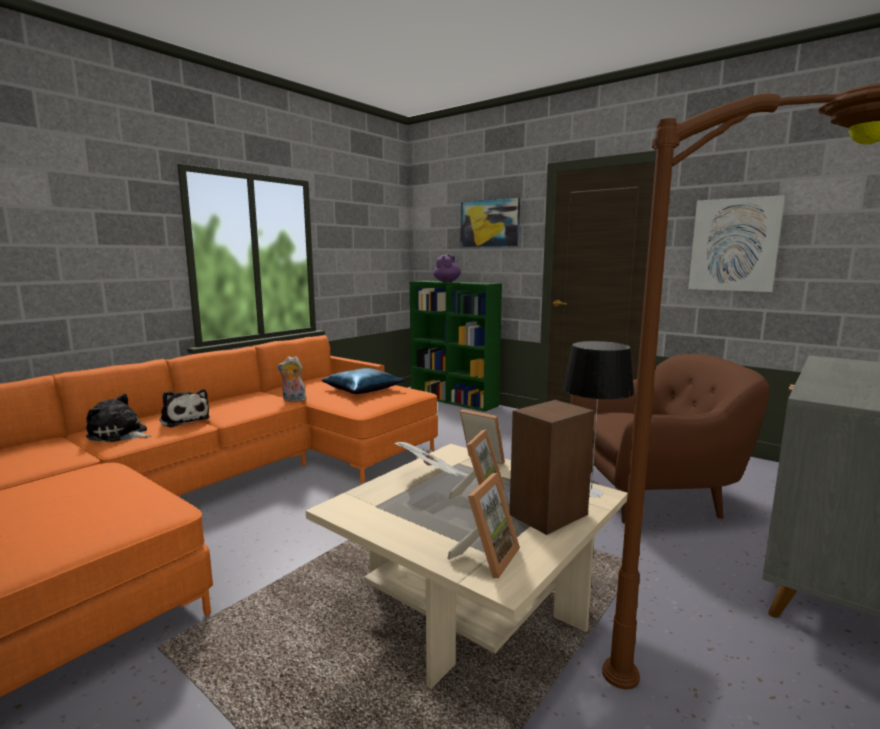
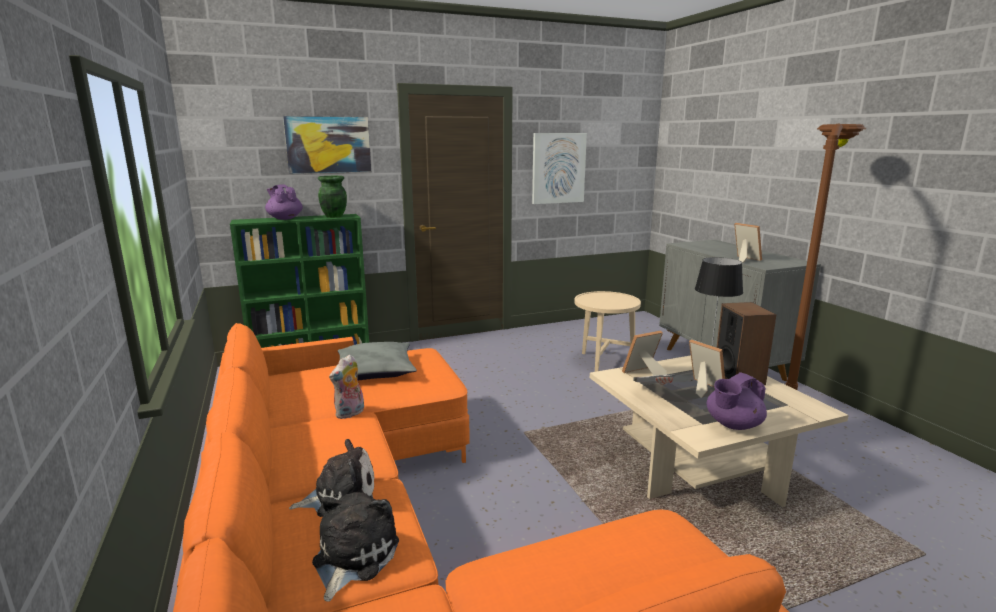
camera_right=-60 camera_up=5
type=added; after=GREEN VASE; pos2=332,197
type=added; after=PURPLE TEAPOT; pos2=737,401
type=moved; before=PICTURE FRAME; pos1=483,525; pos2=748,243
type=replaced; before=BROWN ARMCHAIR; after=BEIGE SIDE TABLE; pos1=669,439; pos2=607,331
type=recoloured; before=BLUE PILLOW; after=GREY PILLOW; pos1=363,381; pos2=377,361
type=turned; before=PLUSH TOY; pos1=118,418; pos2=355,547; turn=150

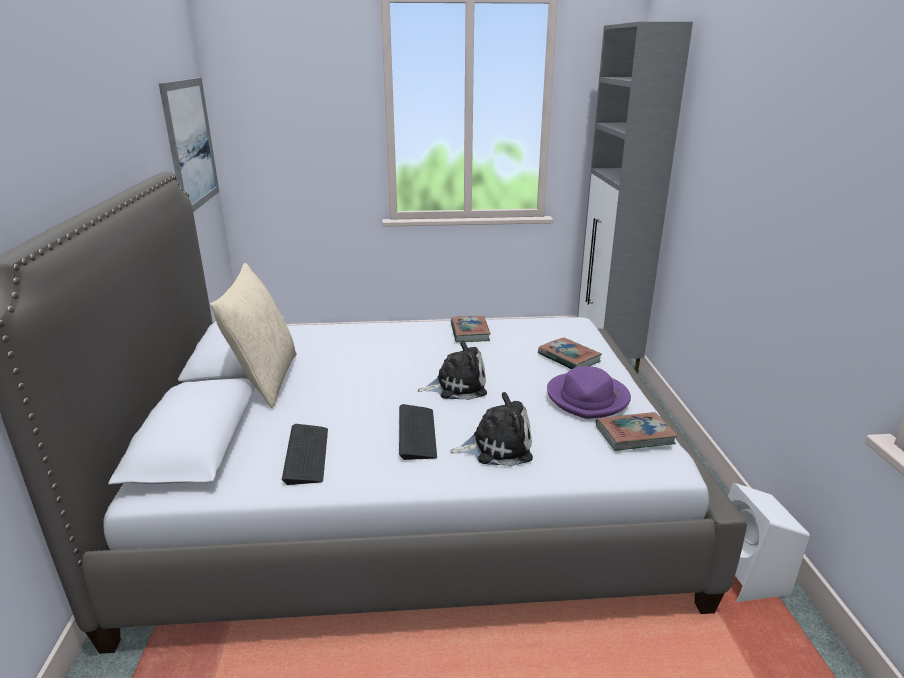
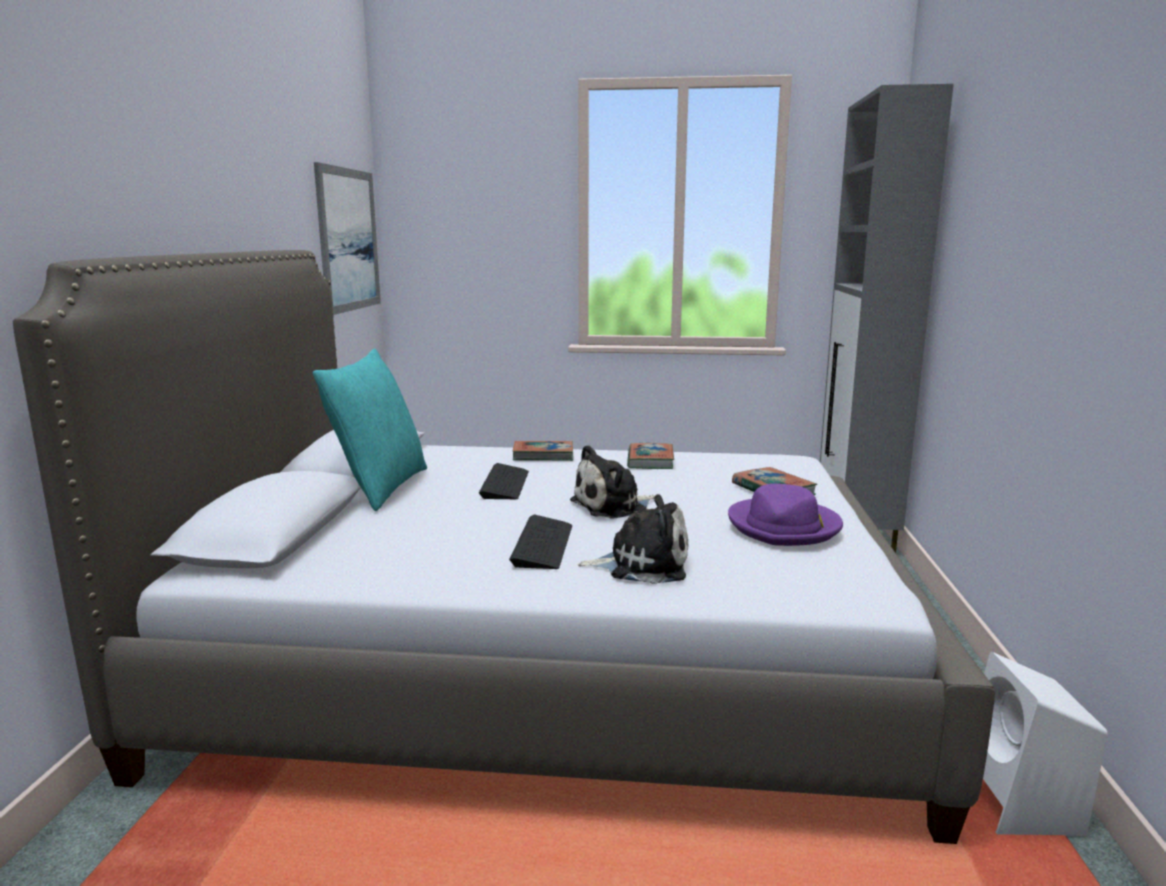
camera_right=10 camera_up=-10
type=moved; before=KEYBOARD; pos1=305,454; pos2=504,481
type=moved; before=BOOK; pos1=637,431; pos2=542,451
type=recoloured; before=BEIGE PILLOW; after=TURQUOISE PILLOW; pos1=253,335; pos2=370,430
type=turned; before=PLUSH TOY; pos1=452,370; pos2=612,481; turn=150

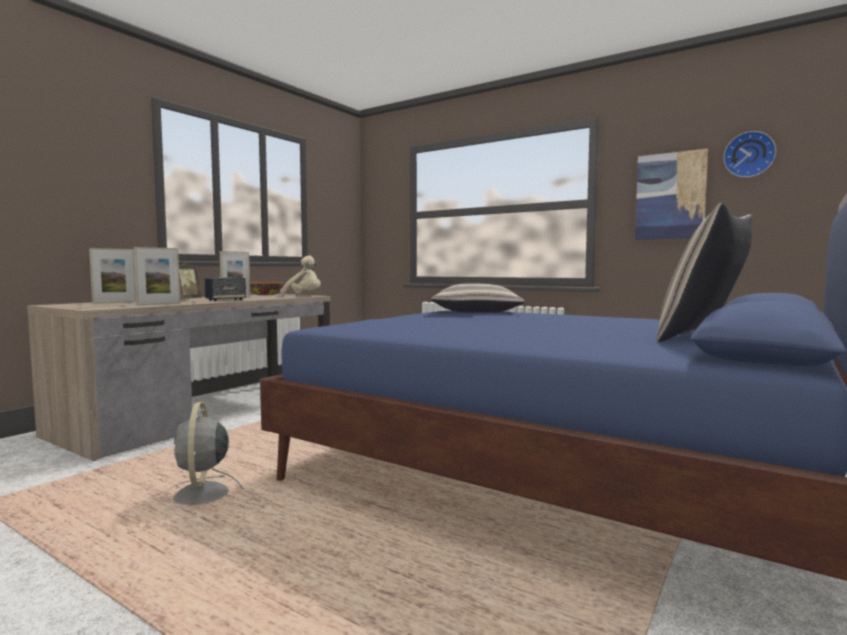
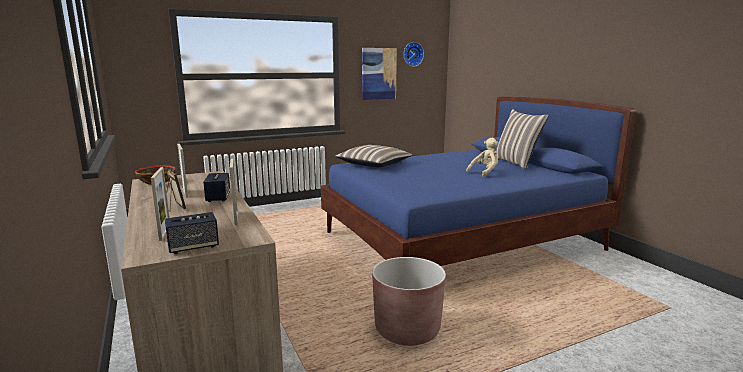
camera_right=-60 camera_up=10
type=added; after=SPEAKER; pos2=192,233
type=moved; before=BEIGE PLUSH TOY; pos1=300,276; pos2=482,157
type=replaced; before=GREY FAN; after=BROWN PLANTER; pos1=206,453; pos2=409,301

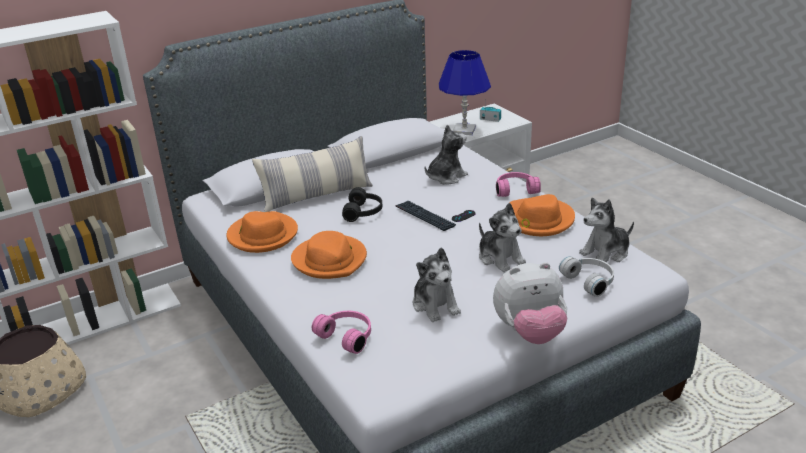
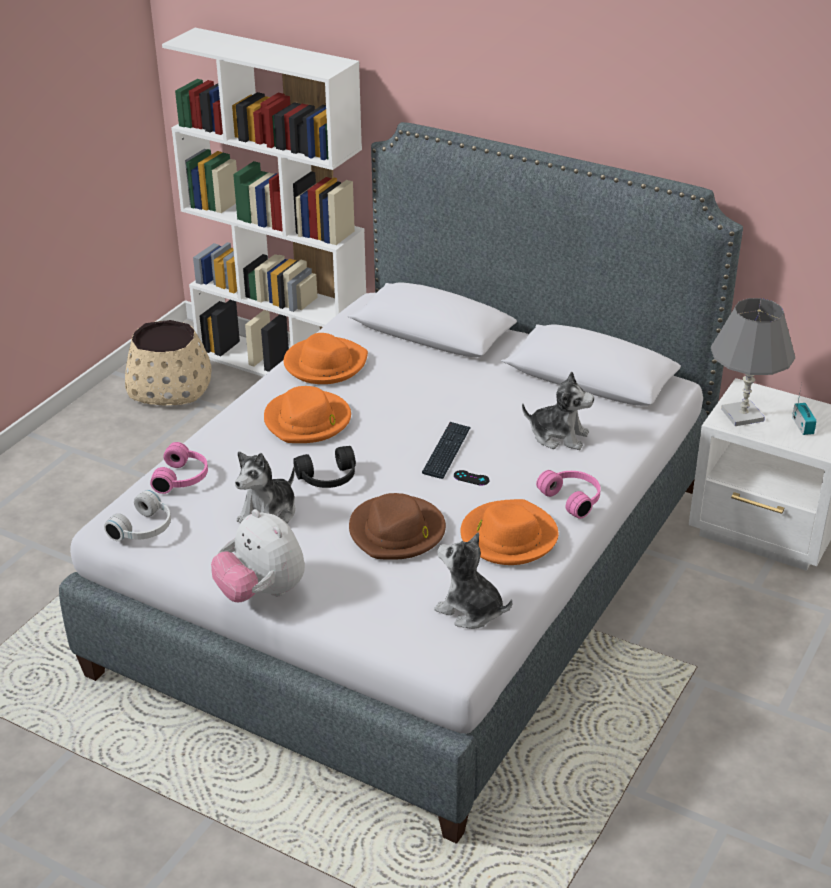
camera_right=60 camera_up=5
type=removed; before=PILLOW; pos1=312,174
type=moved; before=BLACK HEADPHONES; pos1=362,204; pos2=324,467
type=moved; before=WHITE HEADPHONES; pos1=586,276; pos2=137,515
type=replaced; before=PLUSH TOY; after=BROWN HAT; pos1=502,237; pos2=397,526
type=recoloured; before=BLUE TABLE LAMP; after=GREY TABLE LAMP; pos1=465,92; pos2=753,362

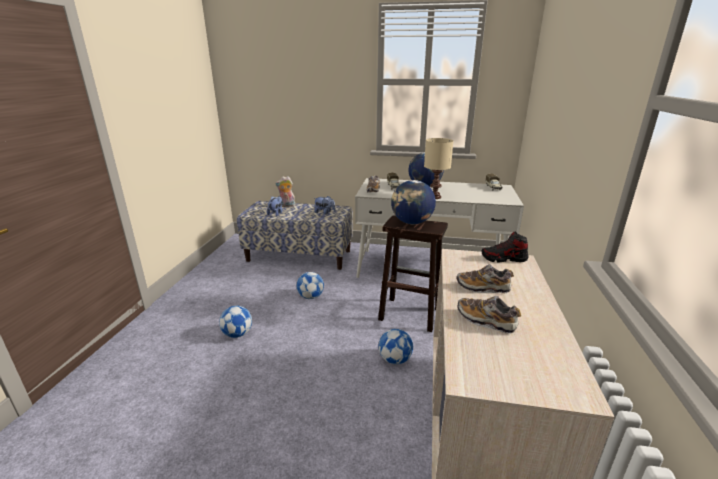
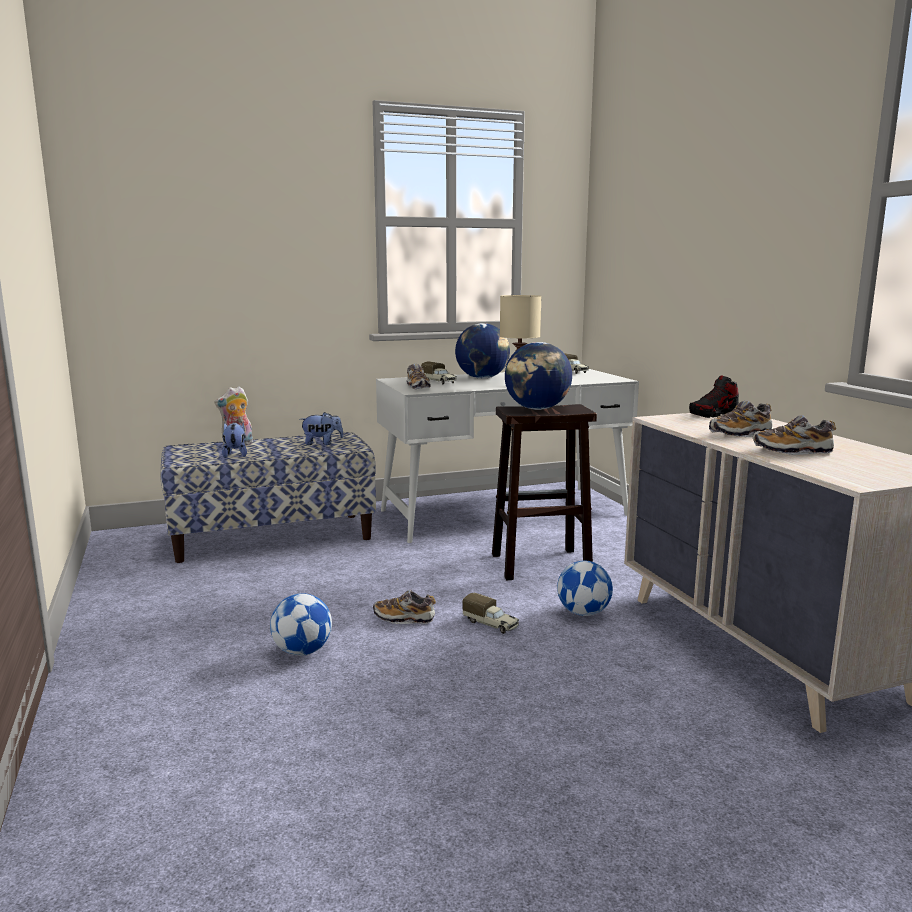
camera_right=-30 camera_up=-10
type=removed; before=FOOTBALL; pos1=310,285
type=added; after=SHOE; pos2=404,607
type=added; after=TOY TRUCK; pos2=491,613

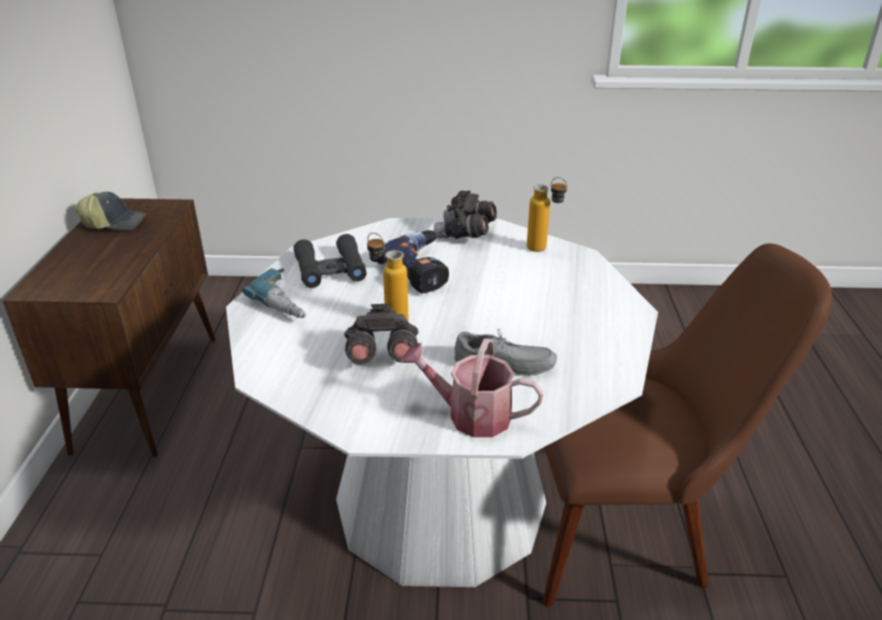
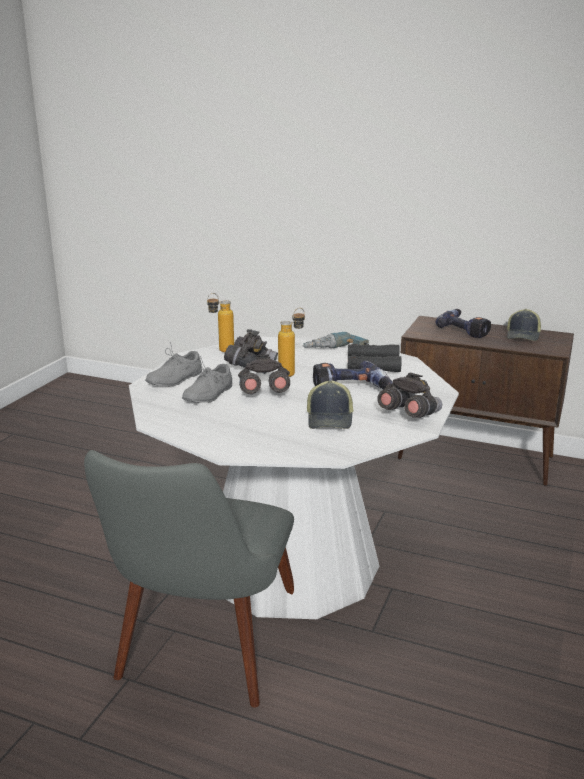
camera_right=110 camera_up=-10
type=added; after=GREY BINOCULARS; pos2=264,374
type=added; after=CAP; pos2=330,404
type=added; after=POWER DRILL; pos2=463,323
type=moved; before=BOTTLE; pos1=547,214; pos2=220,322
type=replaced; before=WATERING CAN; after=GREY SHOE; pos1=472,387; pos2=173,364
type=recoloured; before=BROWN CHAIR; after=GREY CHAIR; pos1=687,425; pos2=189,578

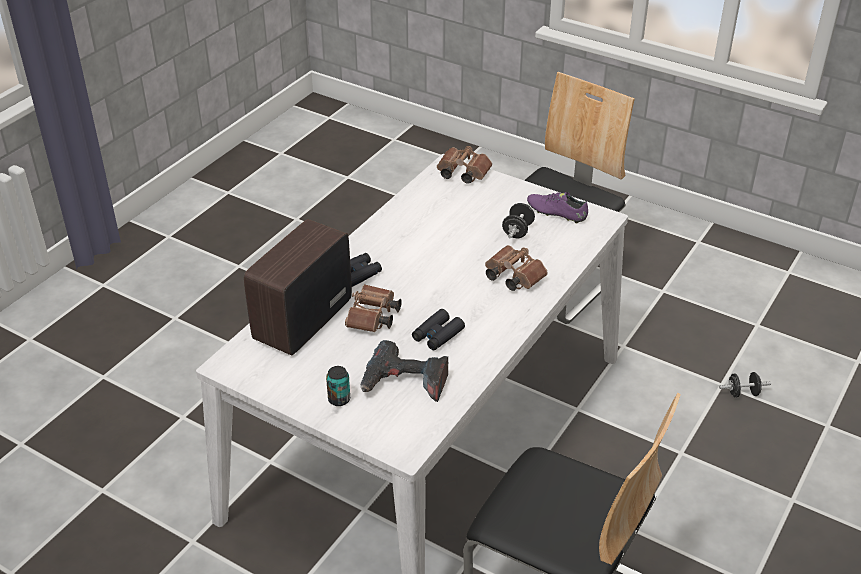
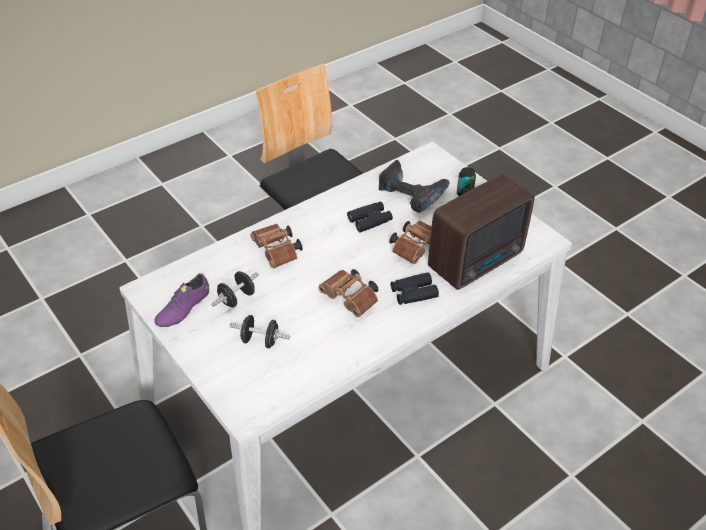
camera_right=-160 camera_up=5
type=moved; before=BROWN BINOCULARS; pos1=464,165; pos2=348,293
type=moved; before=BLACK DUMBBELL; pos1=745,385; pos2=259,331
type=turned; before=PURPLE SHOE; pos1=557,207; pos2=181,300; turn=75

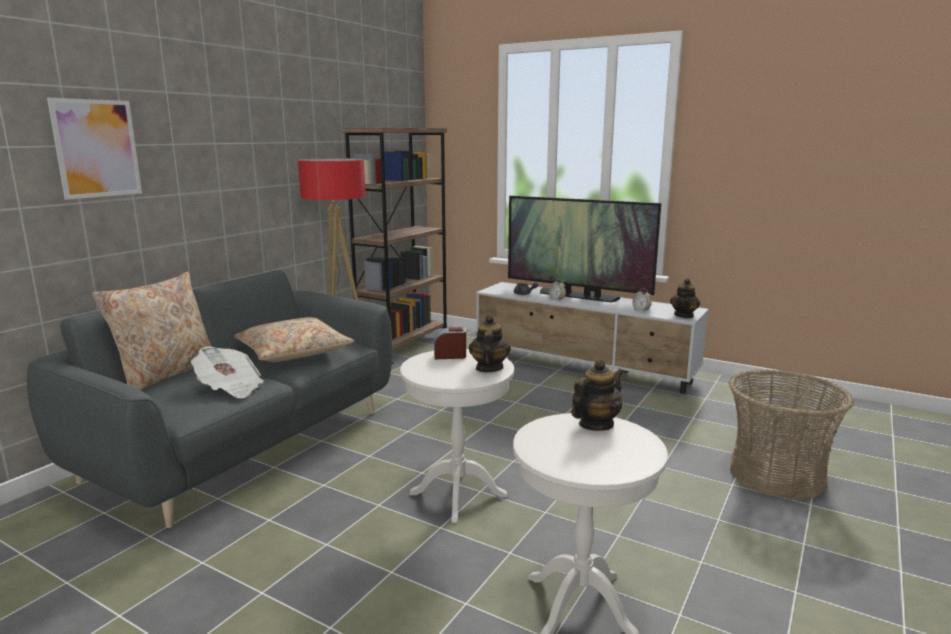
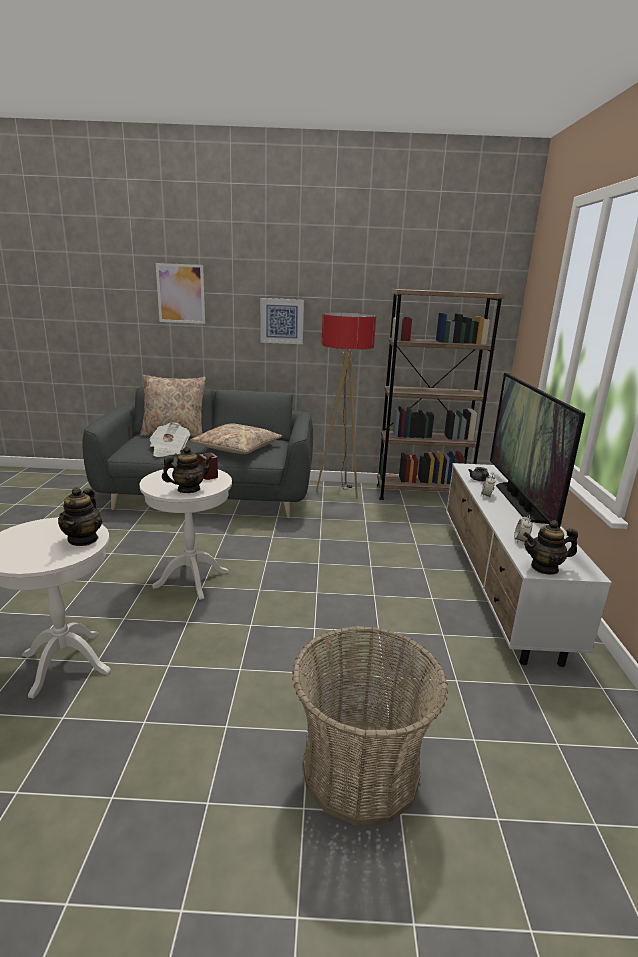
camera_right=60 camera_up=5
type=added; after=PICTURE; pos2=282,321
type=turned; before=TEAPOT; pos1=597,395; pos2=80,516; turn=75

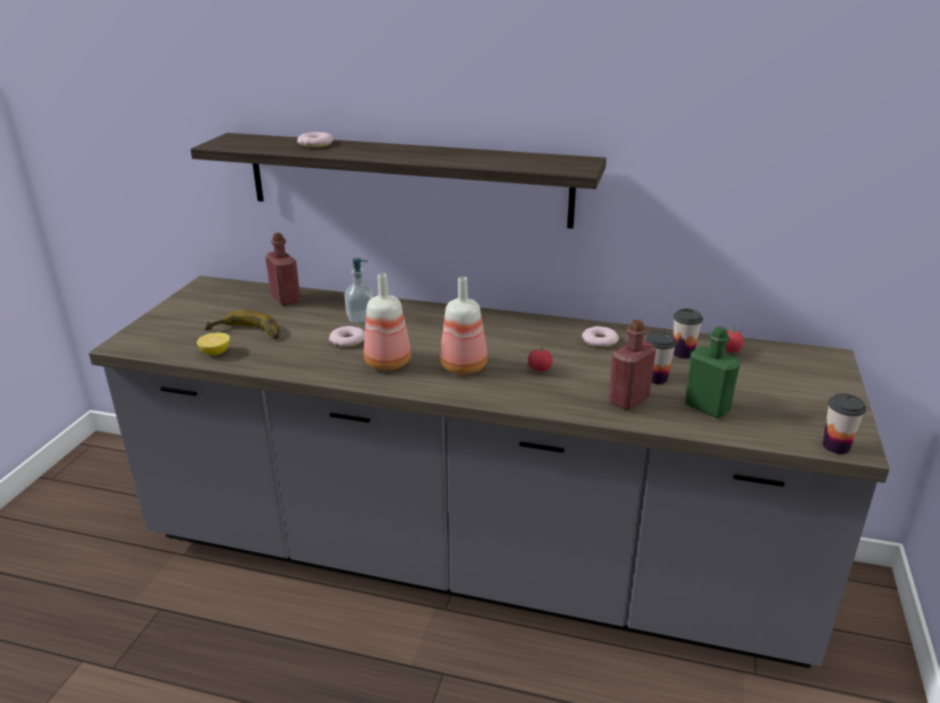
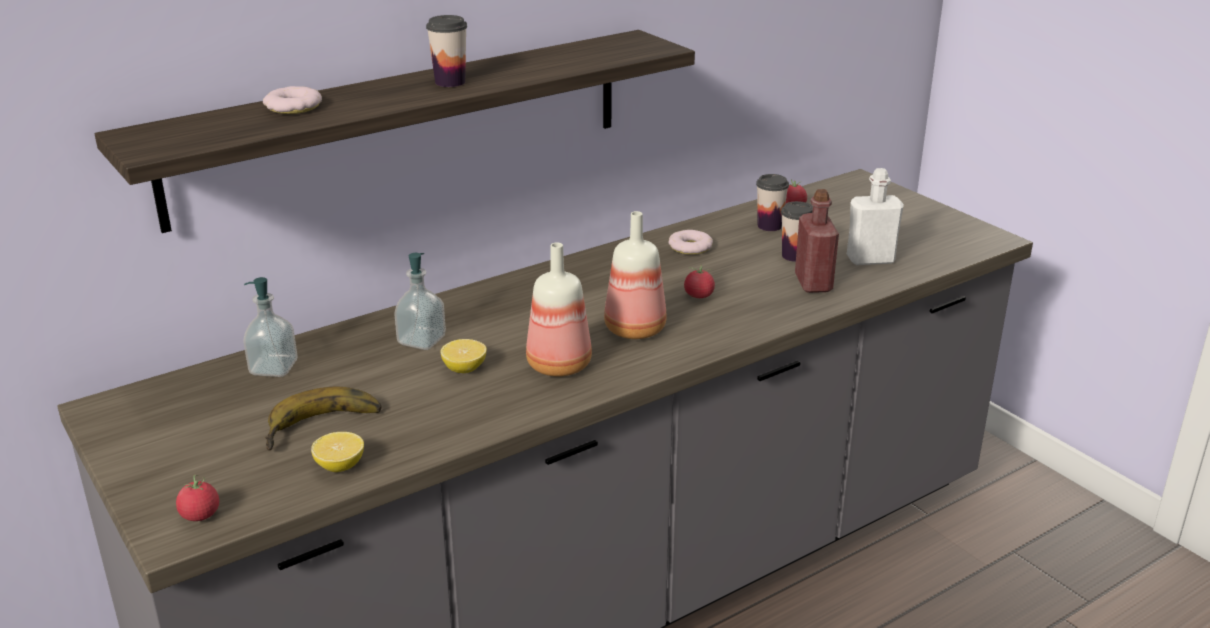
camera_right=-50 camera_up=0
type=added; after=TOMATO; pos2=197,498
type=moved; before=CUP; pos1=844,423; pos2=446,51
type=replaced; before=RED BOTTLE; after=SOAP DISPENSER; pos1=282,269; pos2=270,327
type=replaced; before=DONUT; after=LEMON; pos1=347,336; pos2=463,356
type=recoloured; before=GREEN BOTTLE; after=WHITE BOTTLE; pos1=713,372; pos2=875,216

